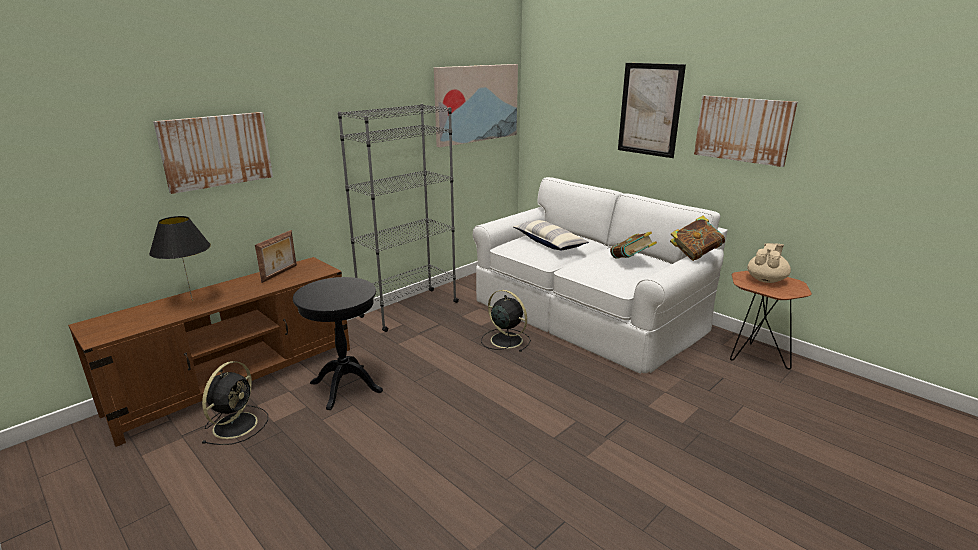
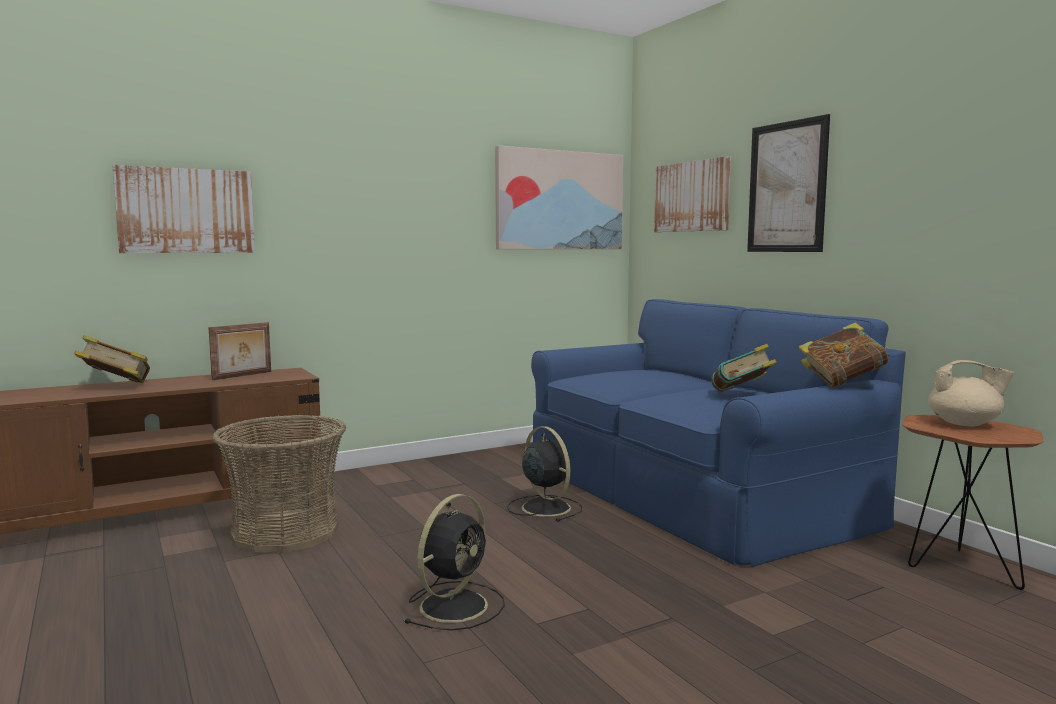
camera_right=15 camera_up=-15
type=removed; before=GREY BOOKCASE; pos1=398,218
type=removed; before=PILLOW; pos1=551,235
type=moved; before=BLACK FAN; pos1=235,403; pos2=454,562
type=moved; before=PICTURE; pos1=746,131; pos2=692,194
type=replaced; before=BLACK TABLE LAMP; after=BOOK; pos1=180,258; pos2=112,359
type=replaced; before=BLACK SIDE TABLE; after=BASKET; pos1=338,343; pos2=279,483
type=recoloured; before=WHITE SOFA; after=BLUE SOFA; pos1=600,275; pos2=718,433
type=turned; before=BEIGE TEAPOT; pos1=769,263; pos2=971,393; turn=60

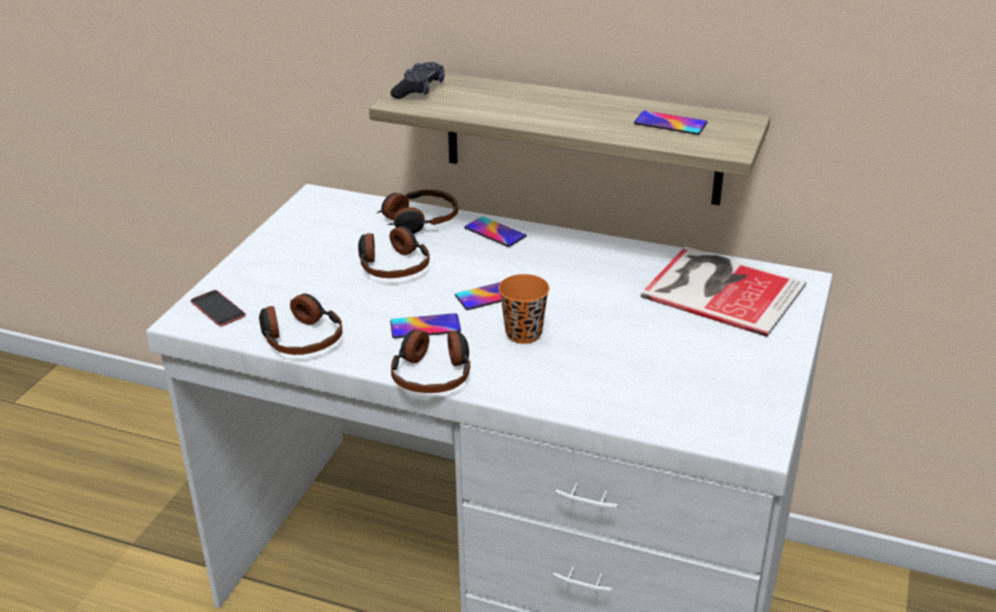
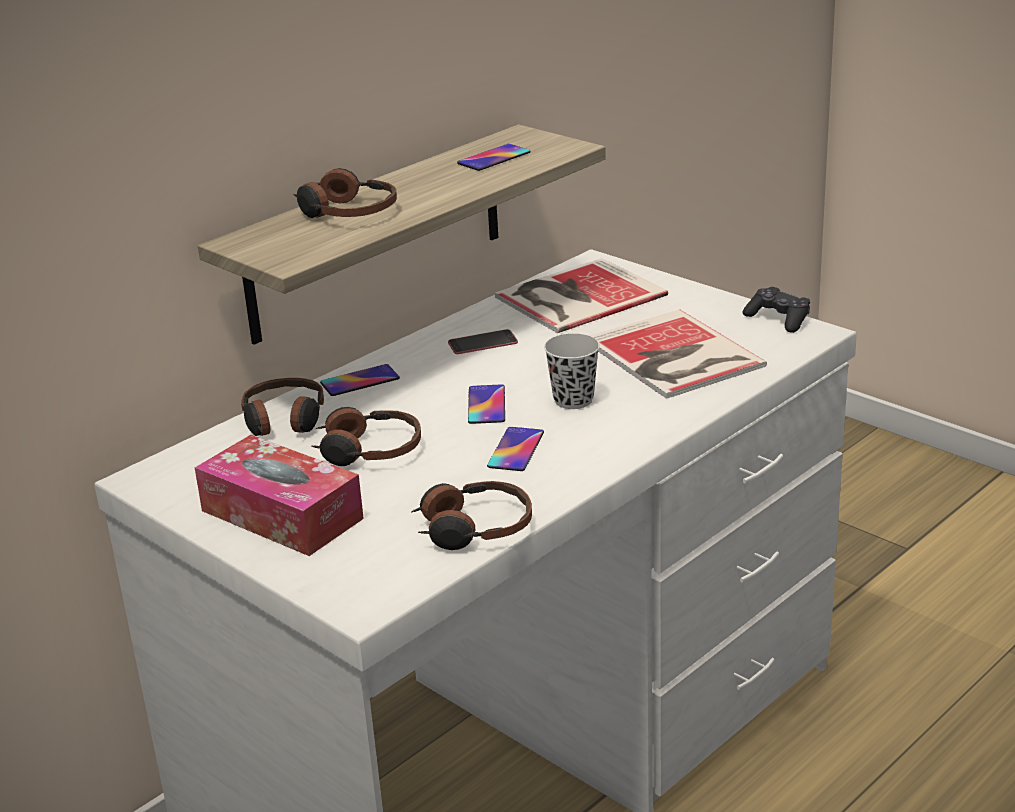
camera_right=-65 camera_up=-5
type=added; after=TISSUE BOX; pos2=279,495
type=added; after=BOOK; pos2=679,354
type=moved; before=PHONE; pos1=218,308; pos2=483,341
type=moved; before=BLACK GAME CONTROLLER; pos1=417,80; pos2=776,310
type=moved; before=HEADPHONES; pos1=430,361; pos2=345,193
type=recoloured; before=ORANGE CUP; after=BLACK CUP; pos1=524,309; pos2=572,371

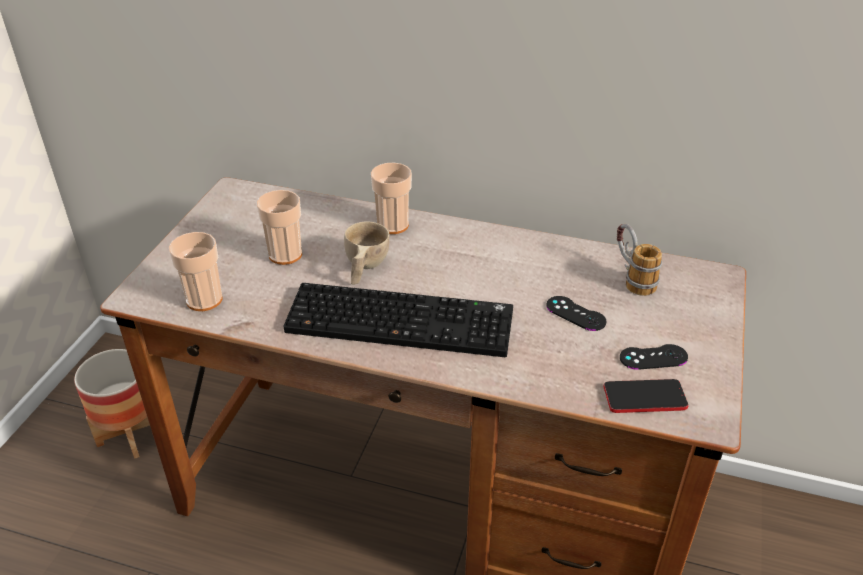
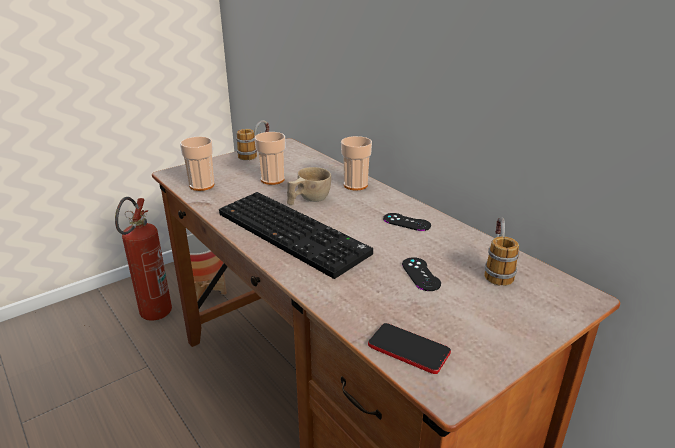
camera_right=35 camera_up=-10
type=added; after=FIRE EXTINGUISHER; pos2=143,259
type=added; after=MUG; pos2=252,140
type=moved; before=BLACK GAME CONTROLLER; pos1=654,357; pos2=407,222

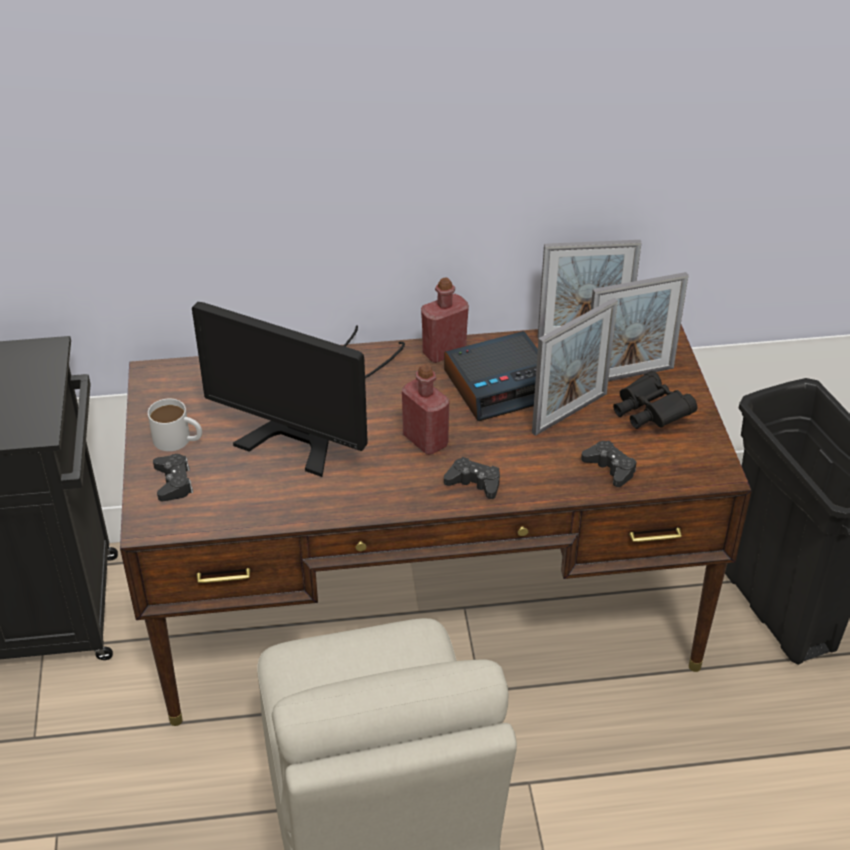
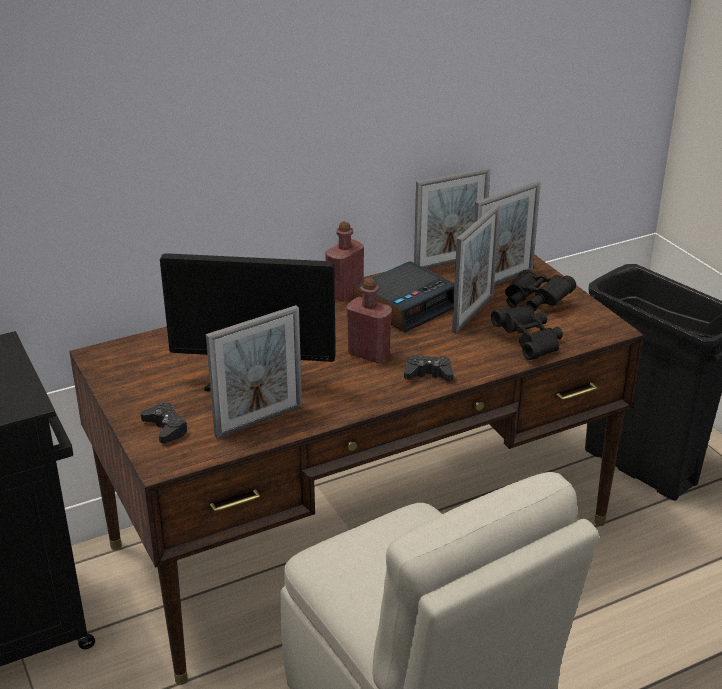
camera_right=-20 camera_up=-10
type=removed; before=WHITE MUG; pos1=175,424
type=added; after=PICTURE FRAME; pos2=254,372
type=replaced; before=BLACK GAME CONTROLLER; after=BLACK BINOCULARS; pos1=609,464; pos2=527,333

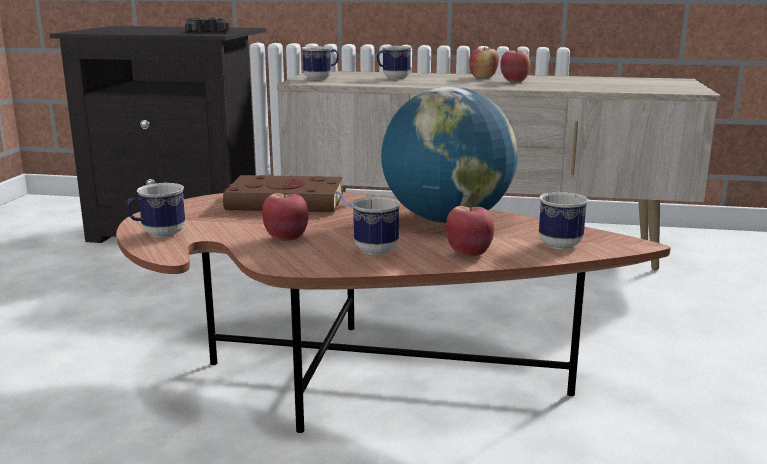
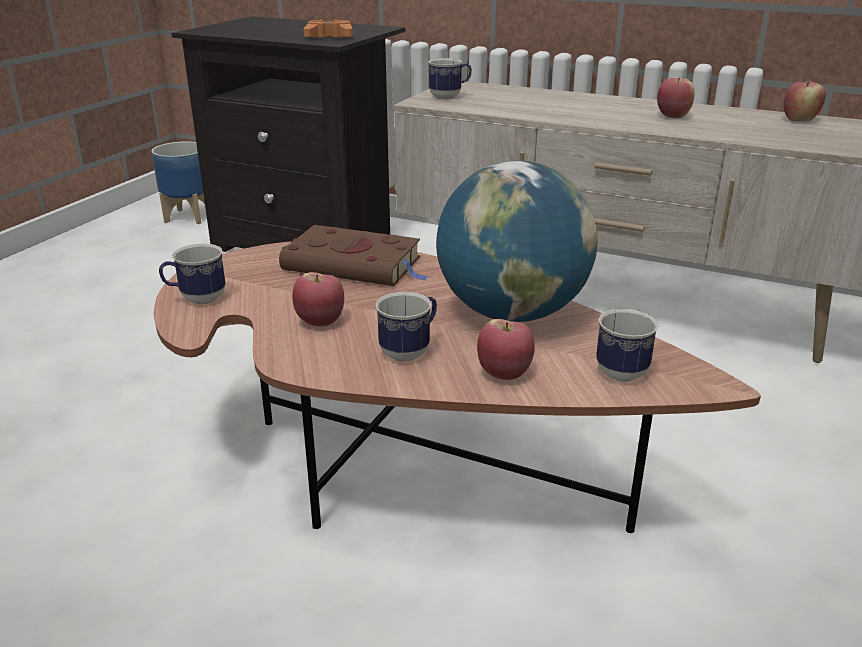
camera_right=15 camera_up=10
type=removed; before=MUG; pos1=394,62
type=added; after=PLANTER; pos2=178,182
type=moved; before=APPLE; pos1=484,62; pos2=805,101
type=recoloured; before=BLACK GAME CONTROLLER; after=ORANGE GAME CONTROLLER; pos1=207,24; pos2=328,28

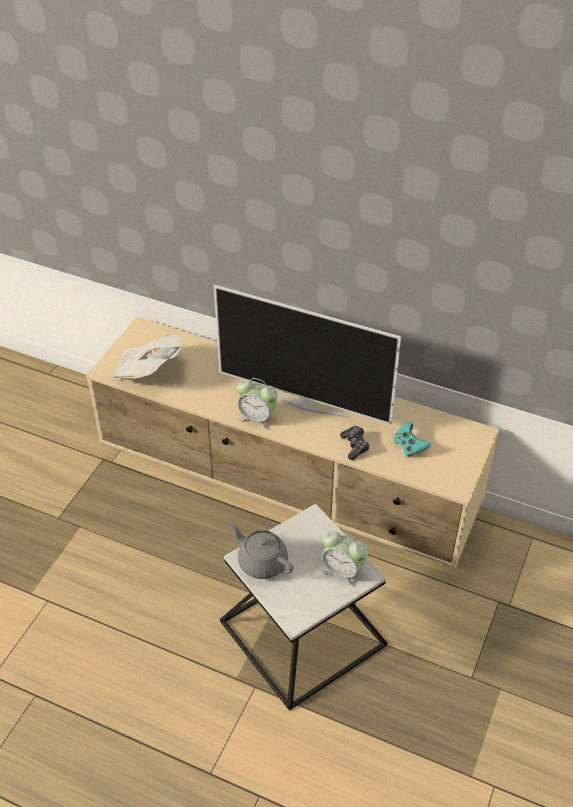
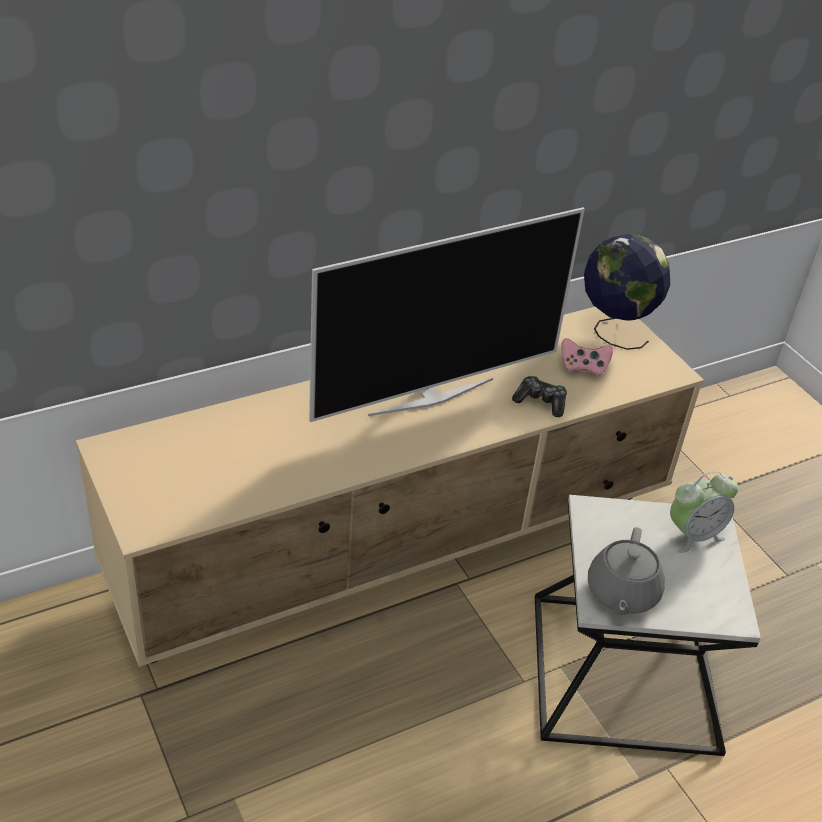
camera_right=-55 camera_up=-5
type=removed; before=NEWSPAPER; pos1=146,356
type=removed; before=ALARM CLOCK; pos1=257,404
type=added; after=GLOBE; pos2=627,291
type=recoloured; before=TURQUOISE GAME CONTROLLER; after=PINK GAME CONTROLLER; pos1=412,439; pos2=587,357
type=turned; before=GREY TEAPOT; pos1=261,551; pos2=626,571; turn=-60

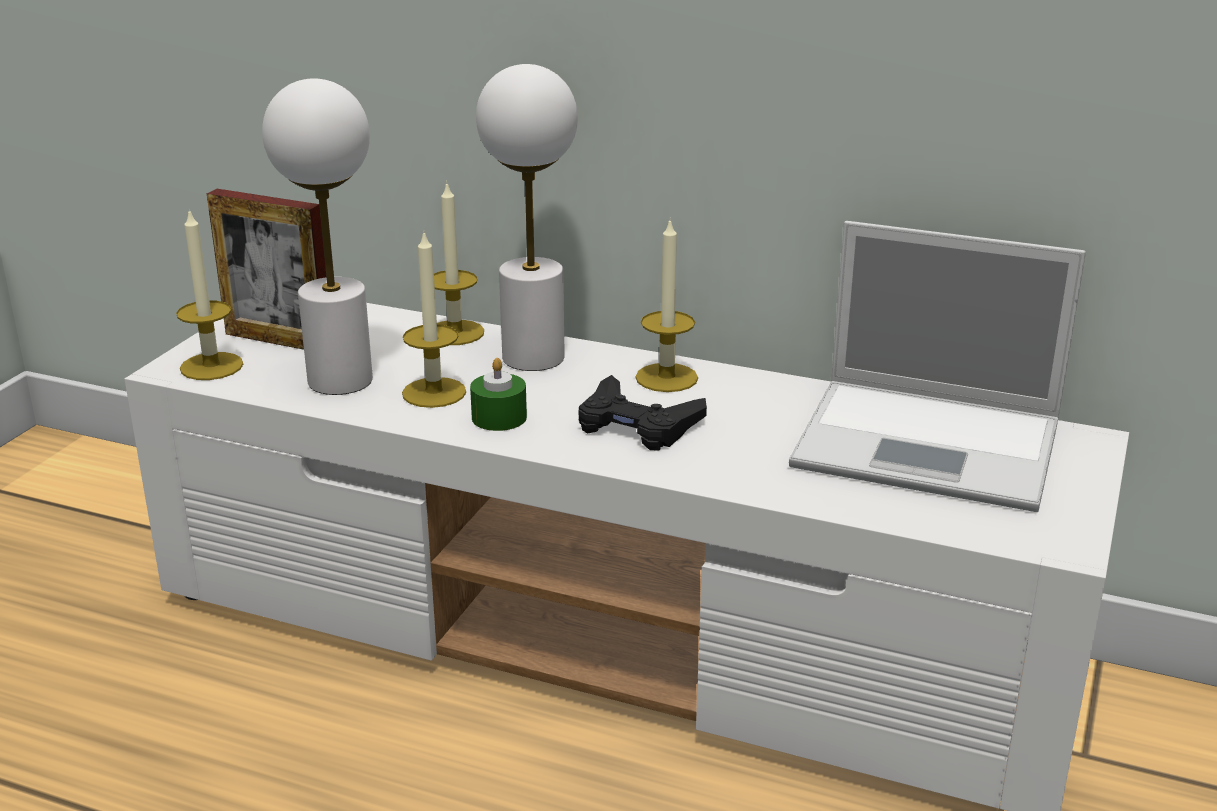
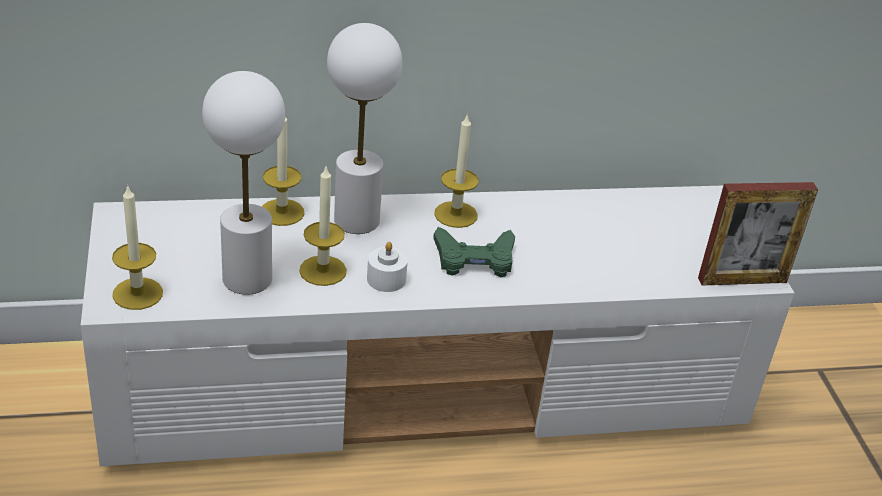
camera_right=-35 camera_up=10
type=removed; before=LAPTOP; pos1=937,366
type=moved; before=PICTURE FRAME; pos1=266,269; pos2=758,234
type=recoloured; before=GREEN CANDLE; after=WHITE CANDLE; pos1=498,394; pos2=387,267
type=recoloured; before=BLACK GAME CONTROLLER; after=GREEN GAME CONTROLLER; pos1=643,413; pos2=474,252

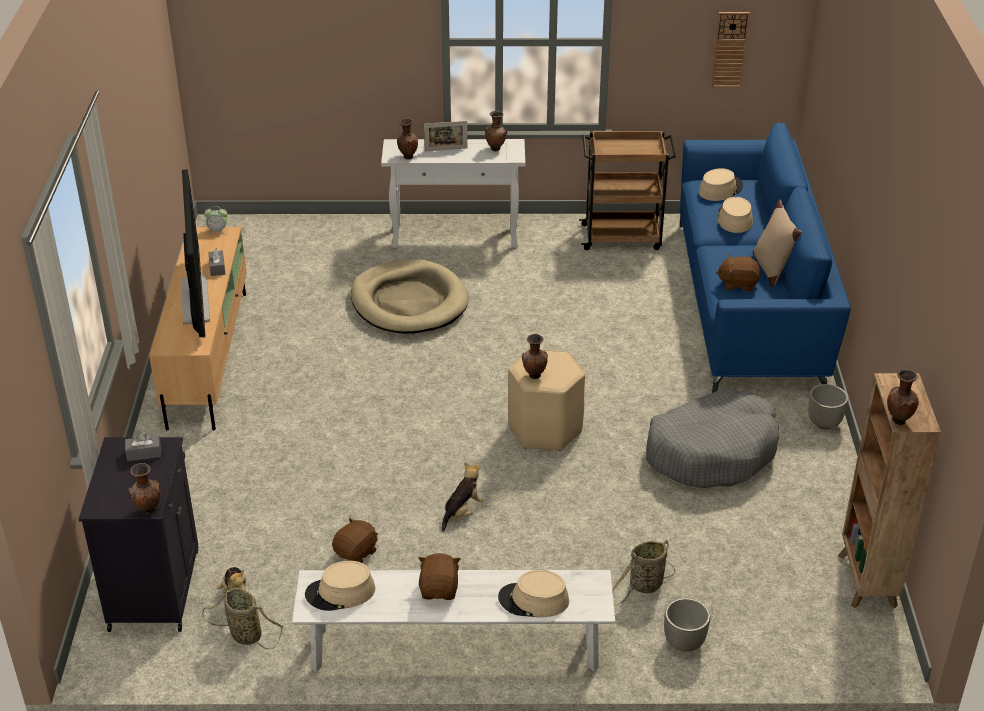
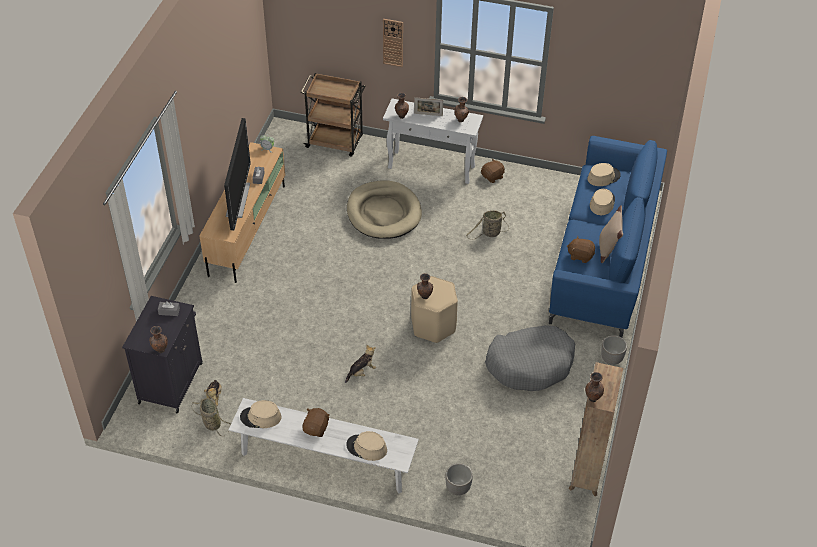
camera_right=15 camera_up=10
type=moved; before=BROWN PLUSH TOY; pos1=355,540; pos2=493,170
type=moved; before=BROWN CART; pos1=627,190; pos2=333,115
type=moved; before=BASKET; pos1=643,573; pos2=487,225
type=moved; before=WALL CLOCK; pos1=730,50; pos2=393,43

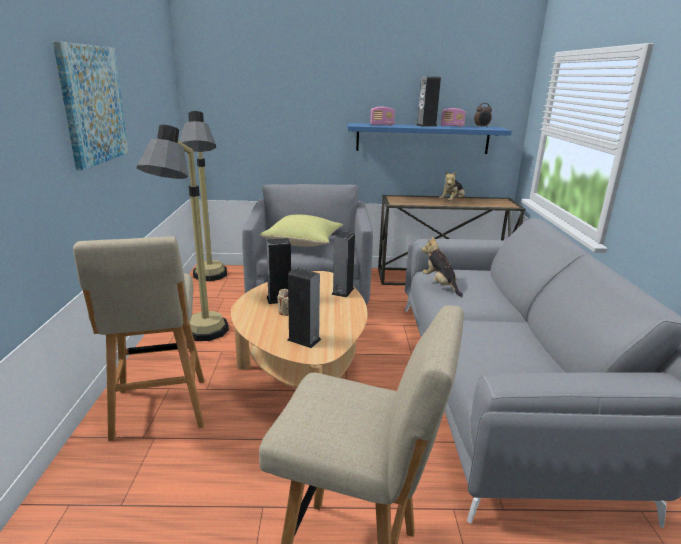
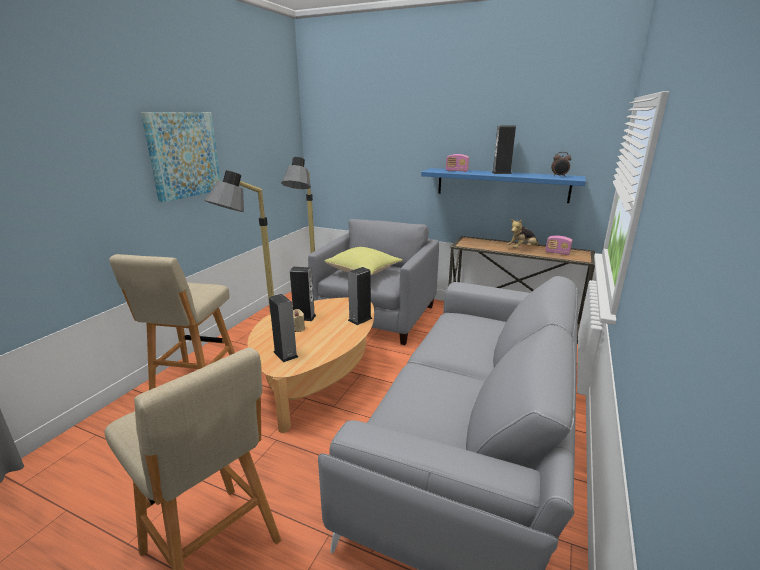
camera_right=25 camera_up=0
type=removed; before=PLUSH TOY; pos1=442,267
type=moved; before=RADIO; pos1=453,117; pos2=558,245

